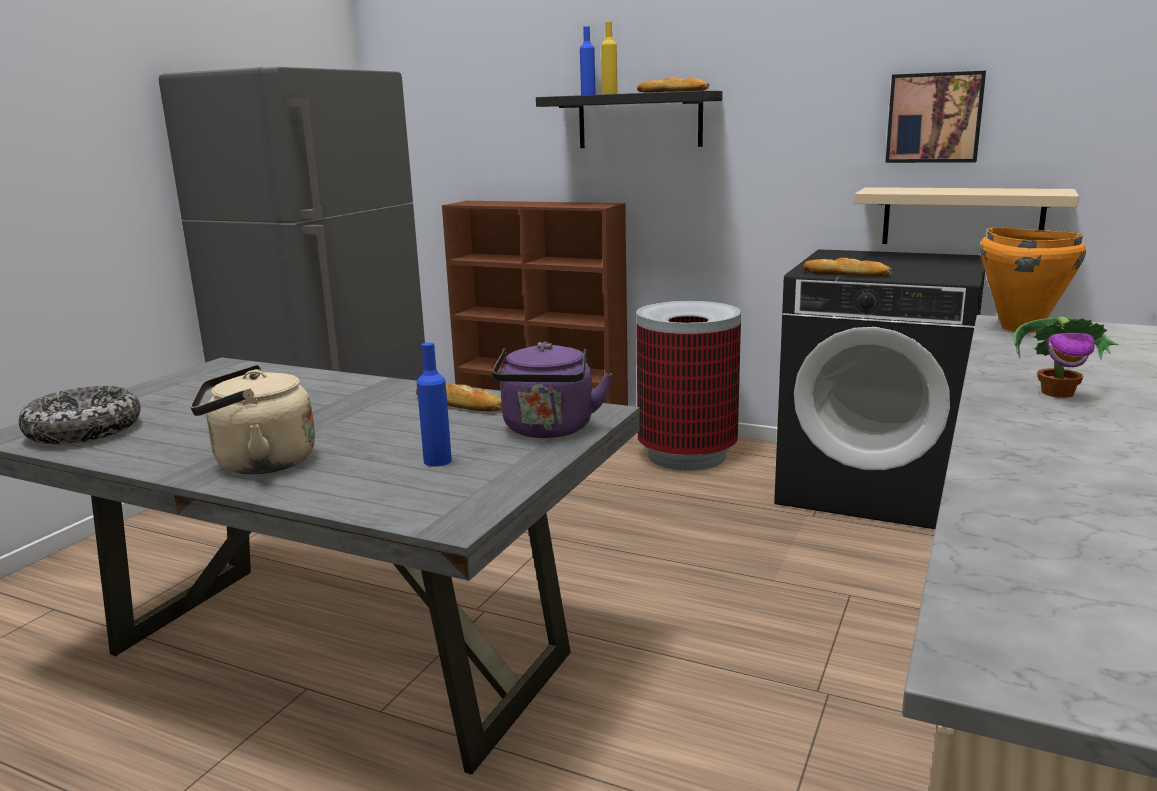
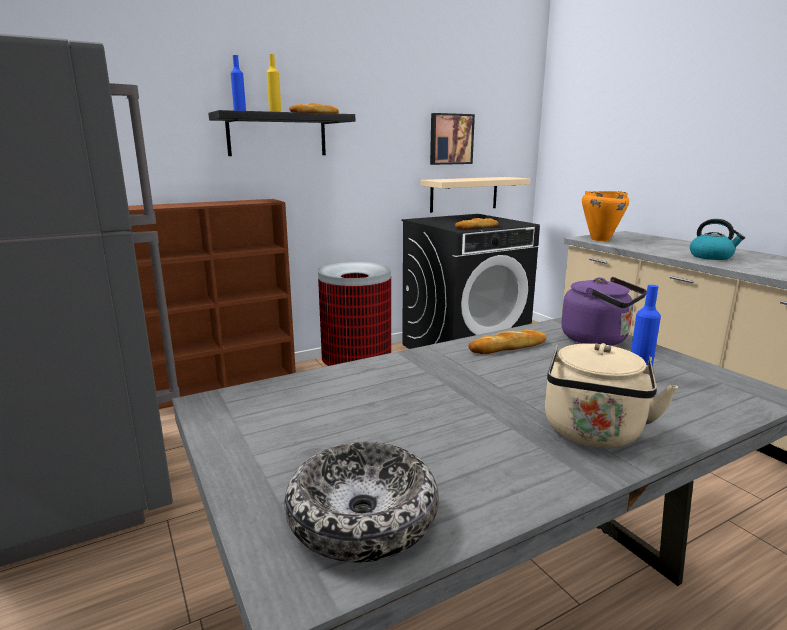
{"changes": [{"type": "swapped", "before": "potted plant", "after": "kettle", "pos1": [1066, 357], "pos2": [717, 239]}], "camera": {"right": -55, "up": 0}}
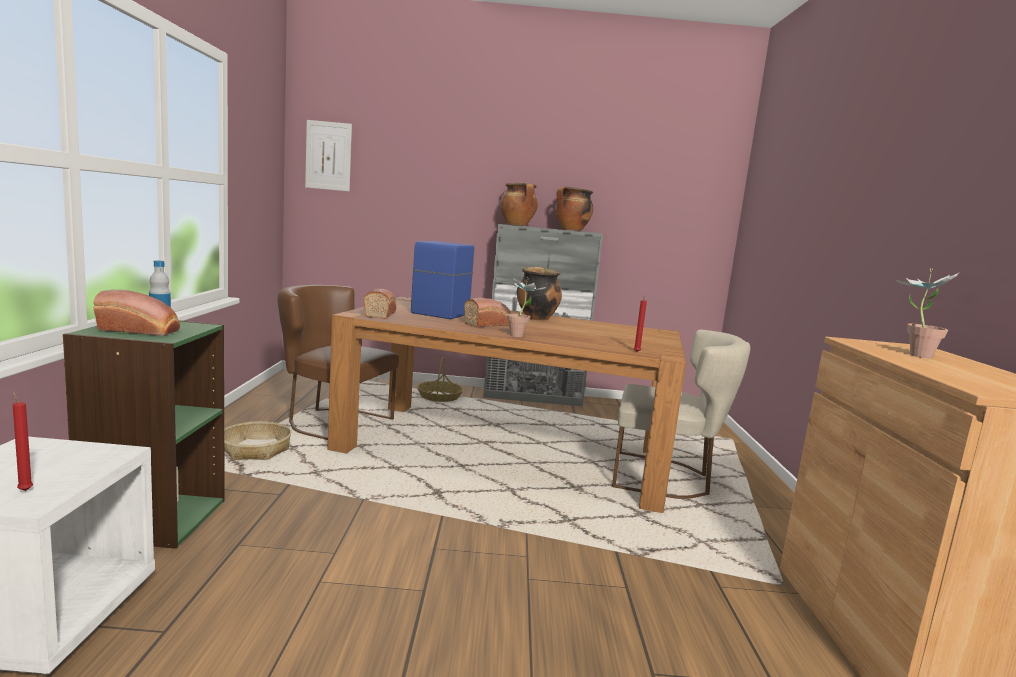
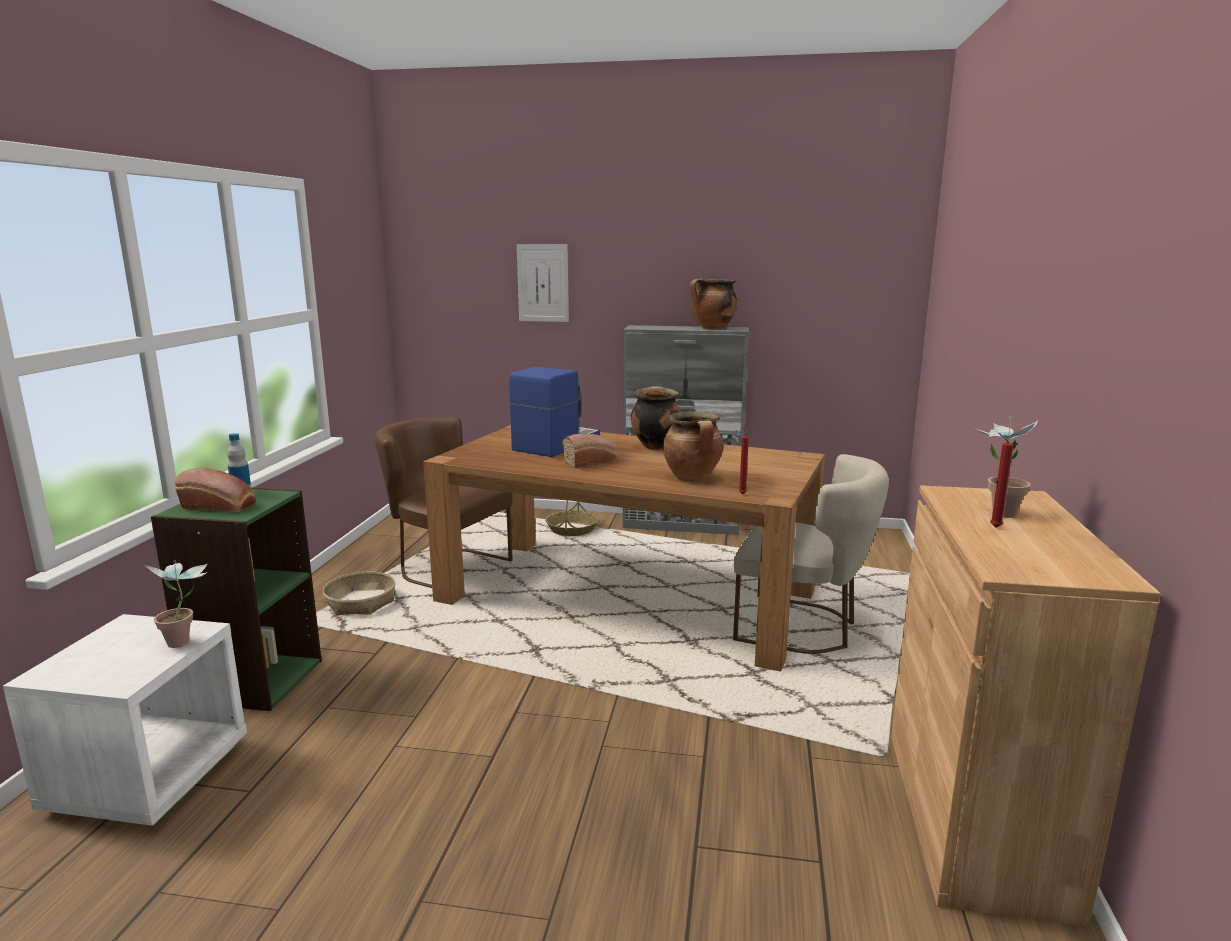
{"changes": [{"type": "shifted", "before": "picture", "pos1": [328, 155], "pos2": [543, 283]}, {"type": "shifted", "before": "cooking pot", "pos1": [519, 204], "pos2": [693, 446]}, {"type": "shifted", "before": "potted plant", "pos1": [526, 307], "pos2": [176, 604]}, {"type": "gone", "before": "bread", "pos1": [380, 304]}, {"type": "shifted", "before": "red candle", "pos1": [23, 441], "pos2": [1001, 480]}], "camera": {"right": 10, "up": 5}}
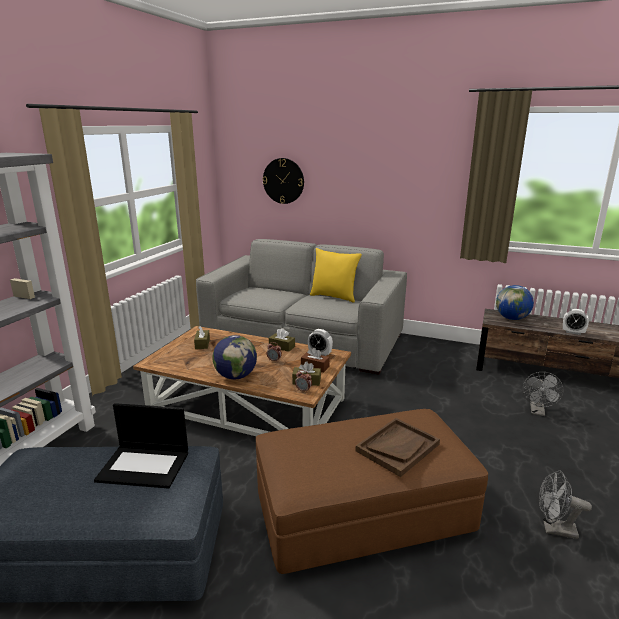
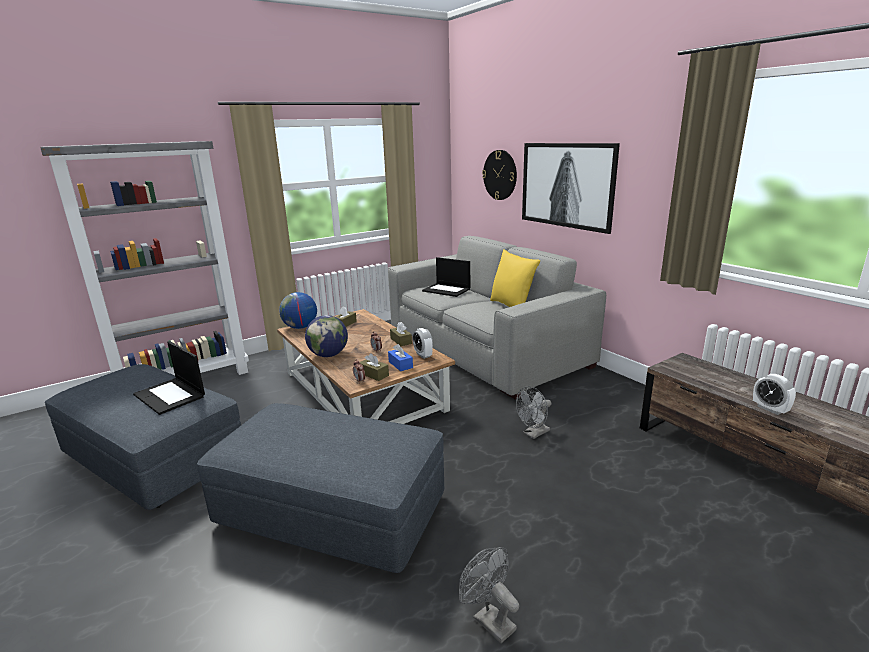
{"changes": [{"type": "shifted", "before": "globe", "pos1": [515, 302], "pos2": [298, 310]}, {"type": "repainted", "before": "brown tissue box", "after": "blue tissue box", "pos1": [315, 360], "pos2": [400, 357]}, {"type": "shifted", "before": "grey fan", "pos1": [543, 394], "pos2": [534, 412]}, {"type": "repainted", "before": "brown ottoman", "after": "grey ottoman", "pos1": [372, 491], "pos2": [320, 488]}, {"type": "gone", "before": "brown tray", "pos1": [398, 447]}, {"type": "new", "after": "picture", "pos2": [571, 188]}, {"type": "new", "after": "laptop", "pos2": [446, 277]}], "camera": {"right": 35, "up": 0}}
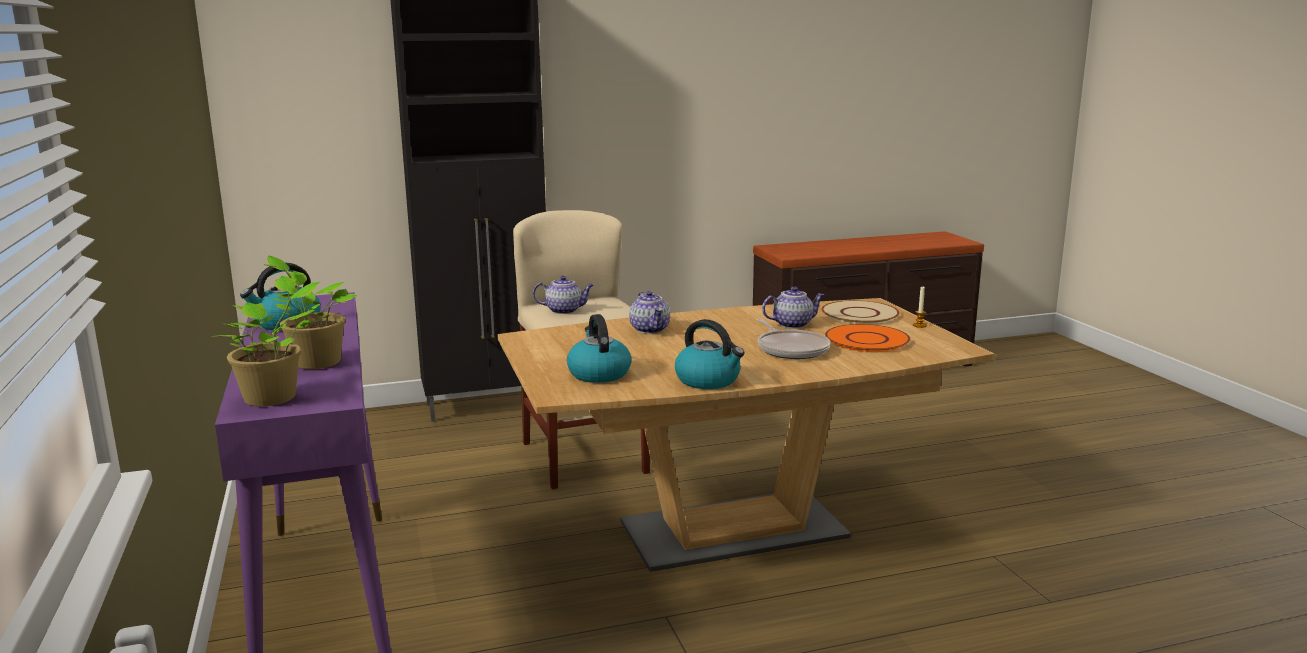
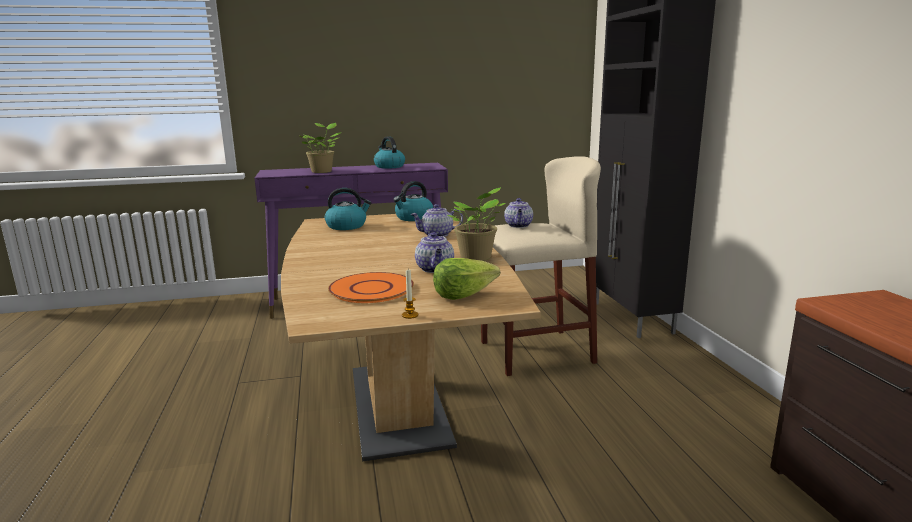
{"changes": [{"type": "shifted", "before": "potted plant", "pos1": [266, 341], "pos2": [477, 224]}, {"type": "swapped", "before": "beige plate", "after": "lettuce", "pos1": [860, 312], "pos2": [466, 279]}, {"type": "shifted", "before": "kettle", "pos1": [710, 354], "pos2": [413, 201]}, {"type": "gone", "before": "frying pan", "pos1": [794, 339]}], "camera": {"right": 95, "up": 0}}
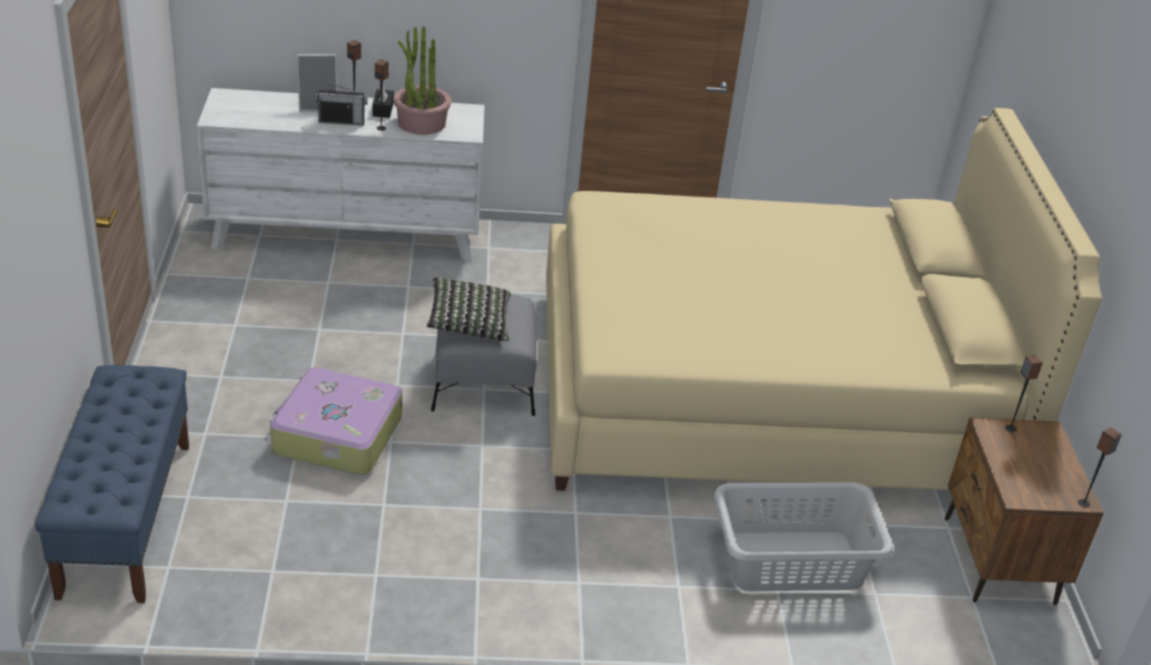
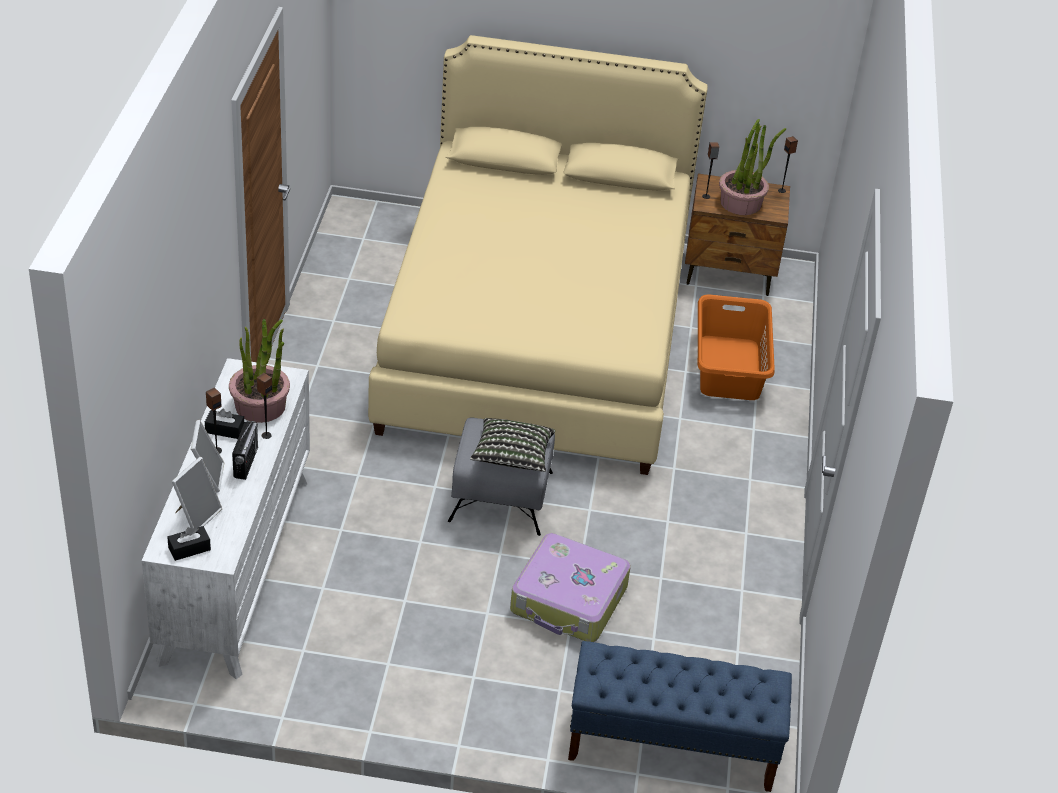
{"changes": [{"type": "repainted", "before": "grey laundry basket", "after": "orange laundry basket", "pos1": [803, 537], "pos2": [736, 347]}, {"type": "new", "after": "potted plant", "pos2": [752, 167]}, {"type": "new", "after": "picture frame", "pos2": [197, 493]}, {"type": "new", "after": "black tissue box", "pos2": [189, 543]}], "camera": {"right": -80, "up": 5}}
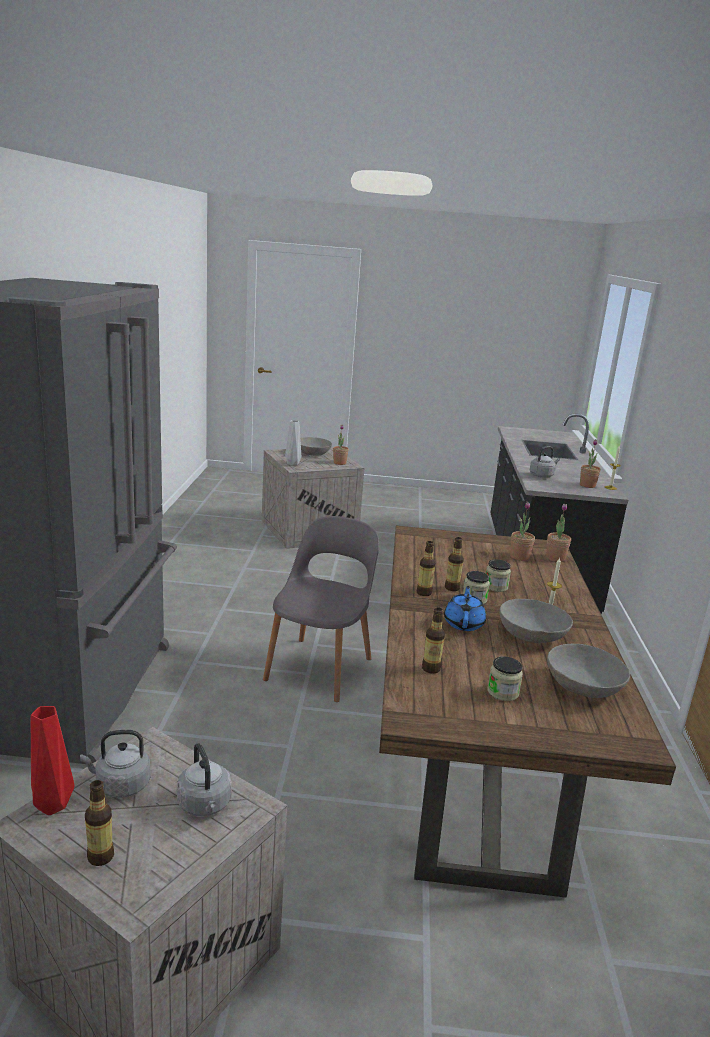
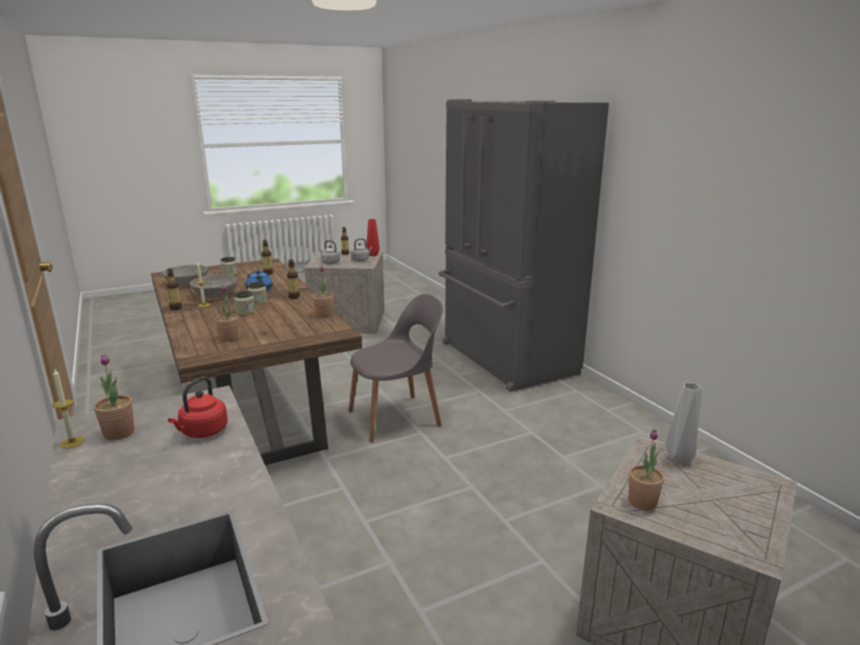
{"changes": [{"type": "gone", "before": "grey bowl", "pos1": [316, 446]}, {"type": "repainted", "before": "grey kettle", "after": "red kettle", "pos1": [545, 462], "pos2": [198, 407]}, {"type": "shifted", "before": "potted plant", "pos1": [558, 532], "pos2": [323, 291]}, {"type": "rotated", "before": "grey chair", "pos1": [321, 609], "pos2": [395, 368], "turn": -105}, {"type": "shifted", "before": "bottle", "pos1": [454, 564], "pos2": [174, 289]}], "camera": {"right": 150, "up": 0}}
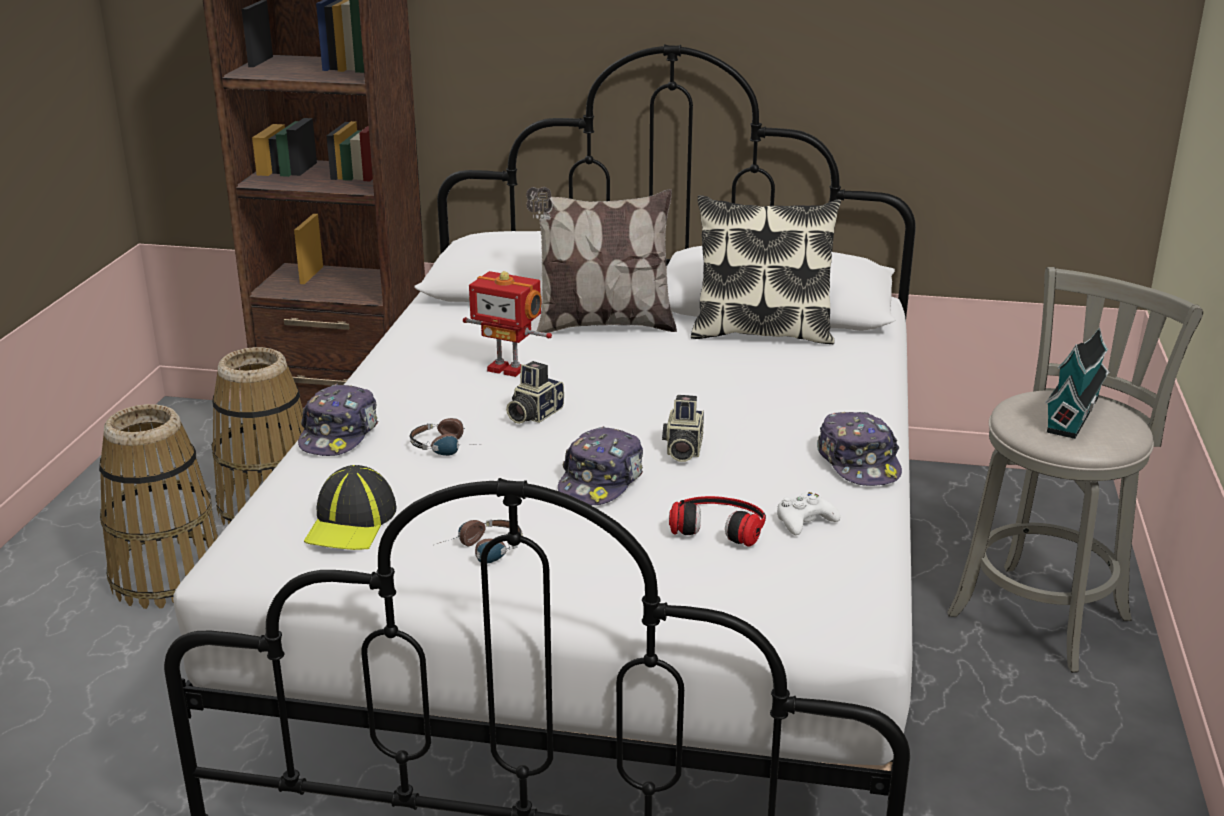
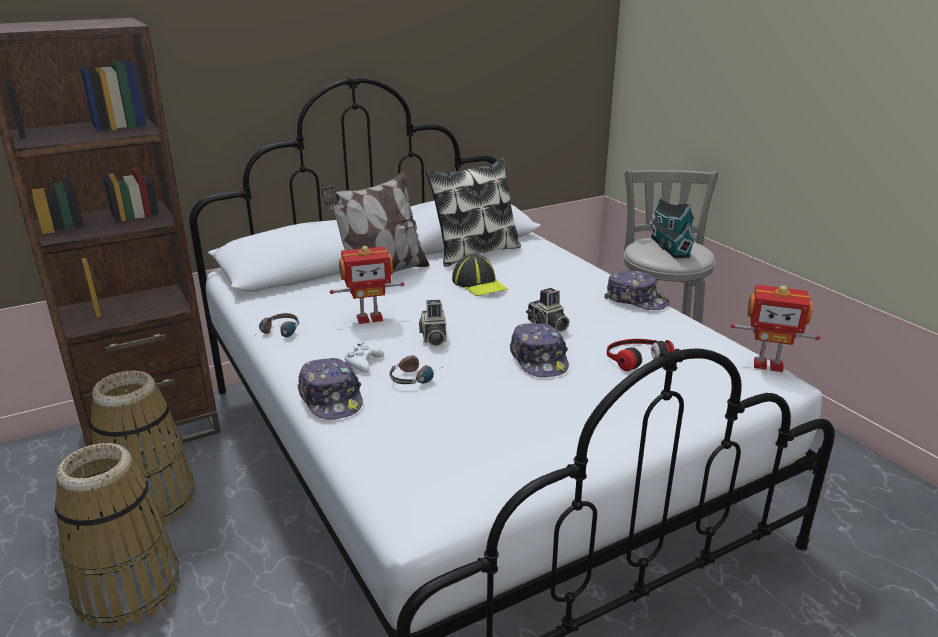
{"changes": [{"type": "shifted", "before": "cap", "pos1": [350, 507], "pos2": [480, 275]}, {"type": "shifted", "before": "white game controller", "pos1": [808, 513], "pos2": [364, 357]}, {"type": "shifted", "before": "headphones", "pos1": [480, 541], "pos2": [278, 325]}, {"type": "new", "after": "toy robot", "pos2": [775, 328]}], "camera": {"right": -40, "up": 0}}
